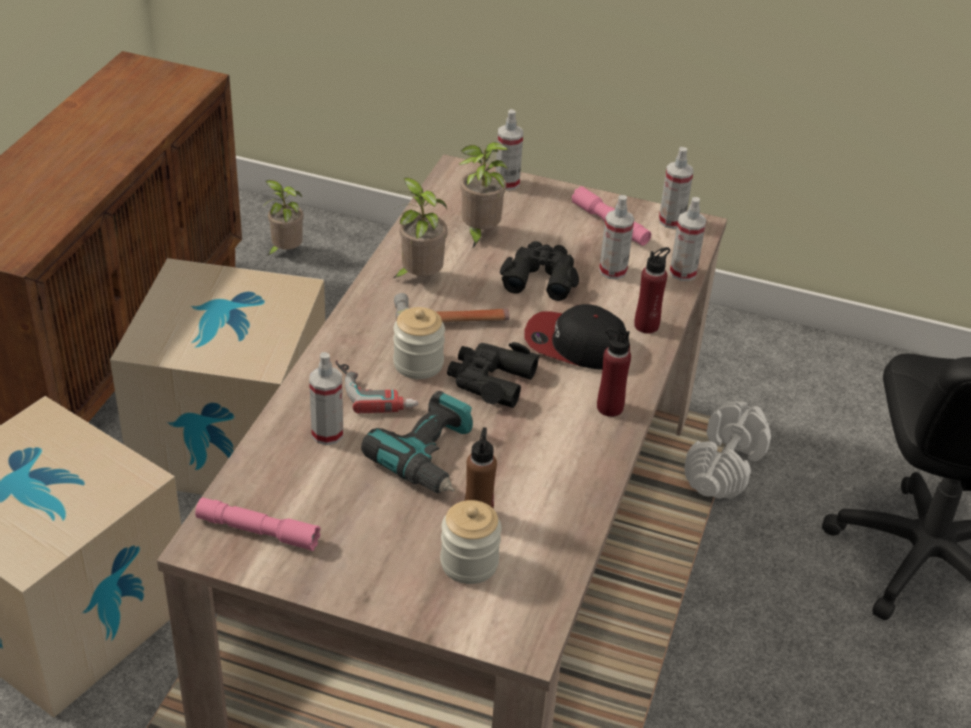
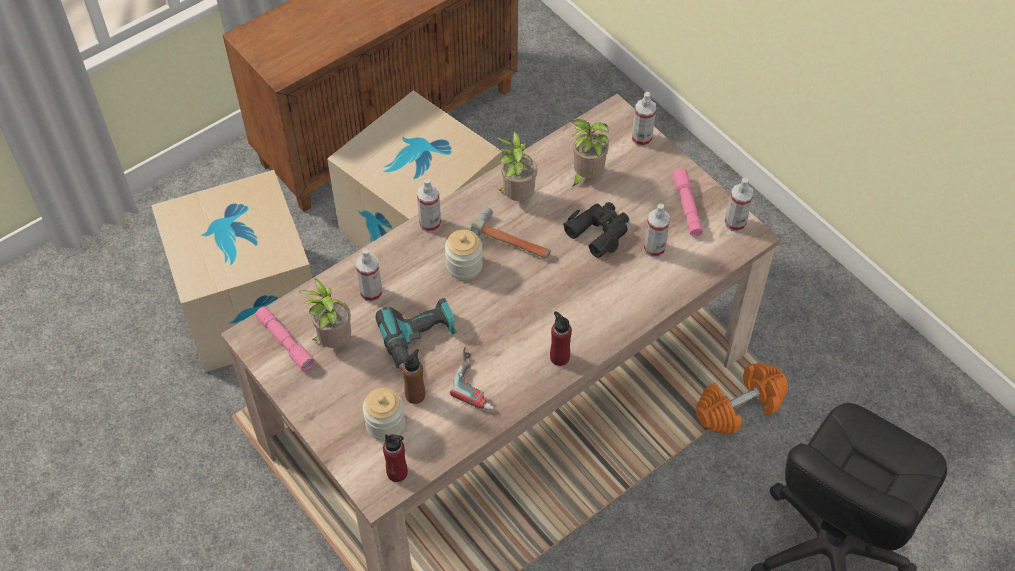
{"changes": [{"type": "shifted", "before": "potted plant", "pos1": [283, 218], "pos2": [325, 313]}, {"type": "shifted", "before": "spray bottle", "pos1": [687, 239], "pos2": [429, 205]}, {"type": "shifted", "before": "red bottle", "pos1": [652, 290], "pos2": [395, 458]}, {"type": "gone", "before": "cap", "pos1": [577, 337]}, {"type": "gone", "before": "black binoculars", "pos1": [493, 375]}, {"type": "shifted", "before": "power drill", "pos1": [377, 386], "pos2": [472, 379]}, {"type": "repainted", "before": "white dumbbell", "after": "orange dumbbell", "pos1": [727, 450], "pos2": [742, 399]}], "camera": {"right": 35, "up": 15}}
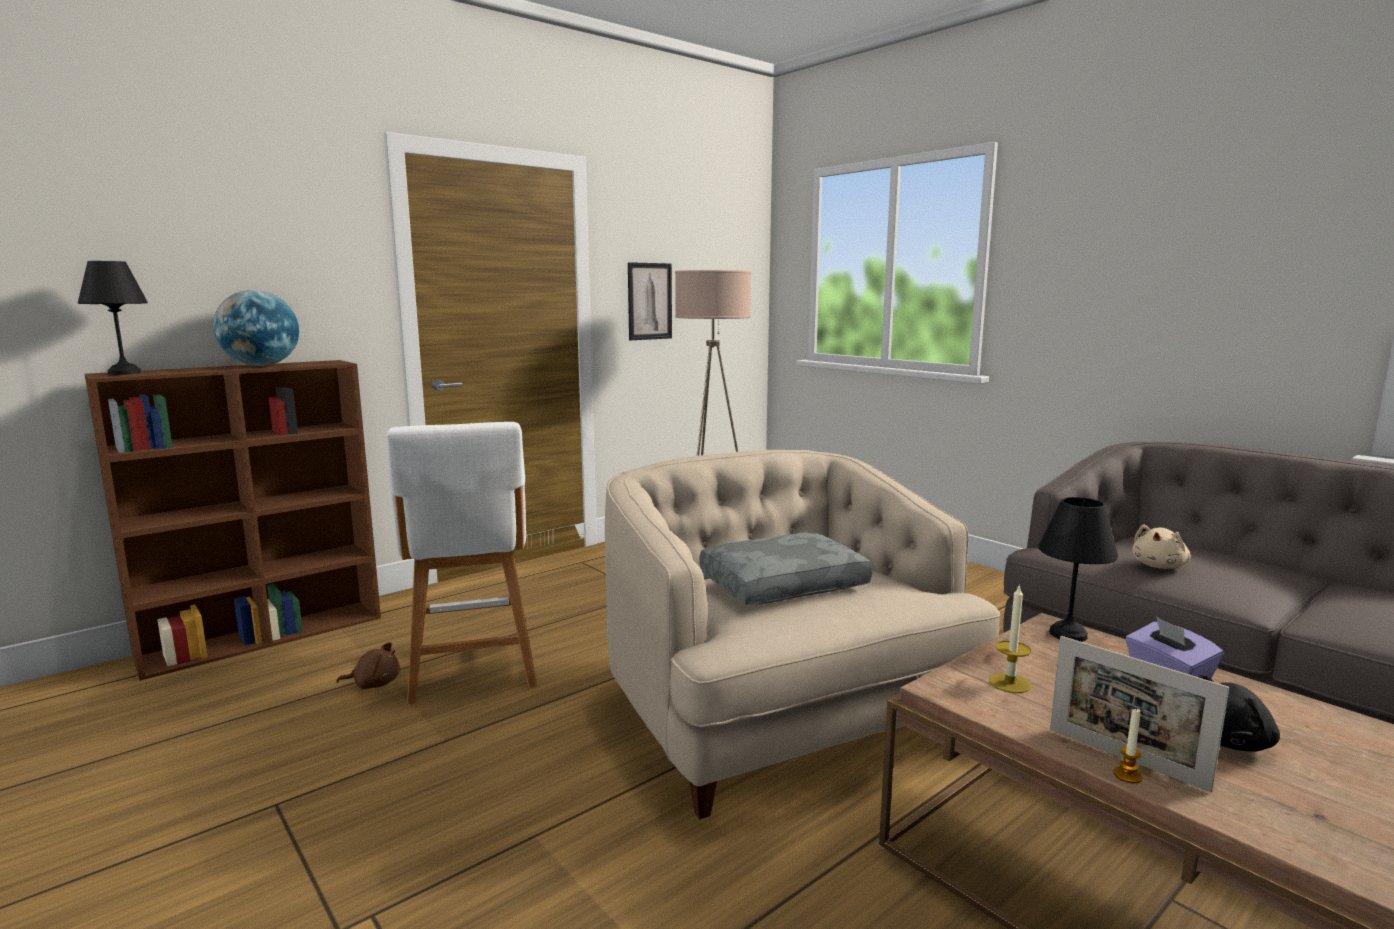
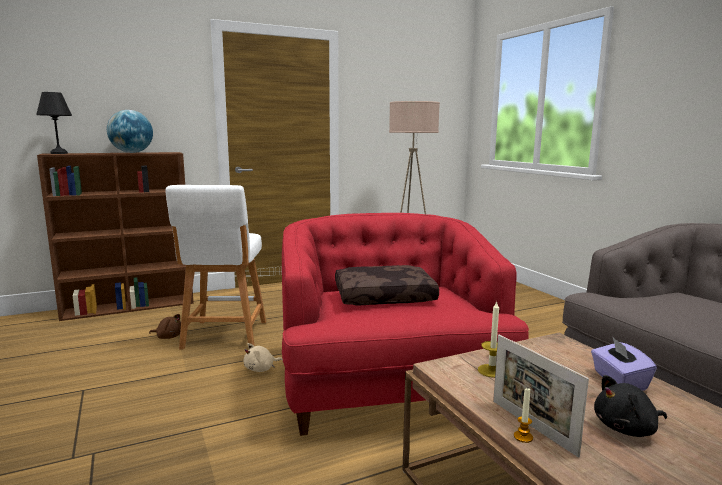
{"changes": [{"type": "gone", "before": "picture", "pos1": [650, 301]}, {"type": "repainted", "before": "beige armchair", "after": "red armchair", "pos1": [802, 634], "pos2": [405, 324]}, {"type": "gone", "before": "black table lamp", "pos1": [1078, 569]}, {"type": "shifted", "before": "beige plush toy", "pos1": [1161, 546], "pos2": [263, 357]}, {"type": "repainted", "before": "grey pillow", "after": "brown pillow", "pos1": [786, 568], "pos2": [387, 285]}], "camera": {"right": 15, "up": 0}}
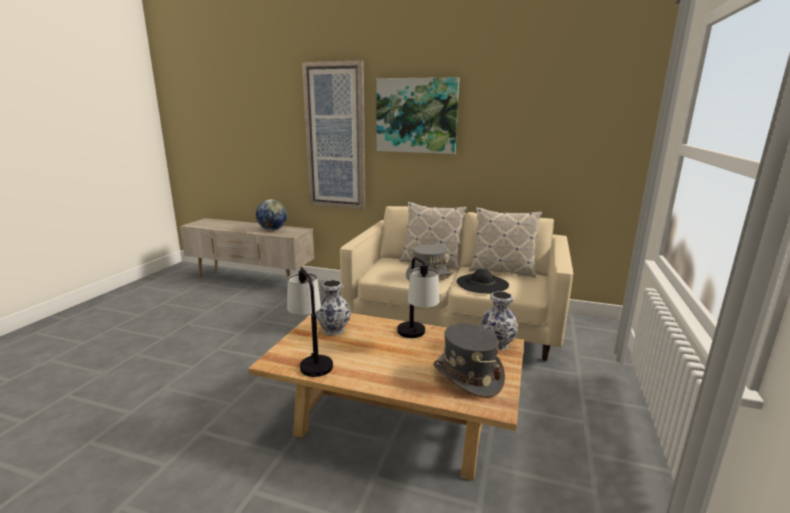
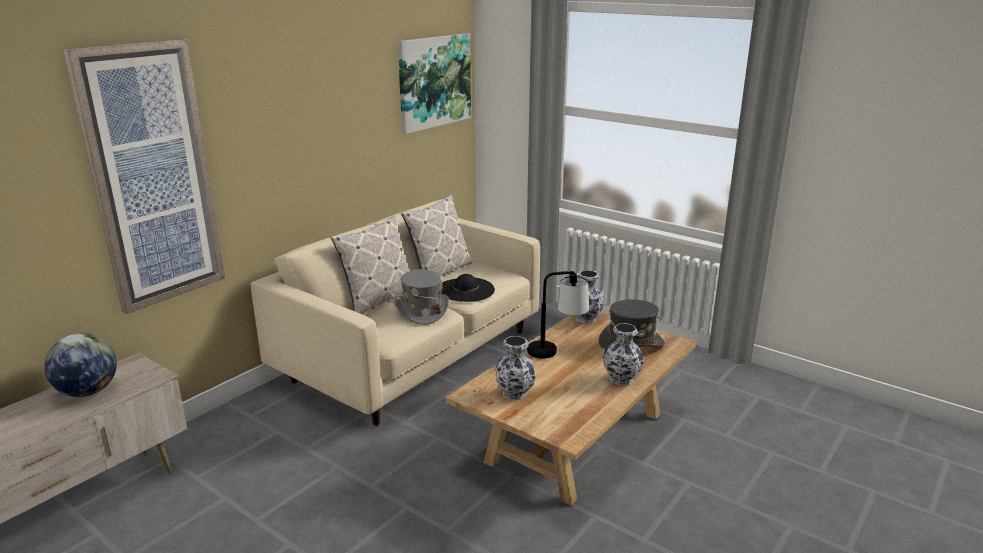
{"changes": [{"type": "shifted", "before": "picture", "pos1": [417, 115], "pos2": [434, 83]}, {"type": "gone", "before": "table lamp", "pos1": [310, 322]}, {"type": "new", "after": "vase", "pos2": [623, 354]}], "camera": {"right": -70, "up": 5}}
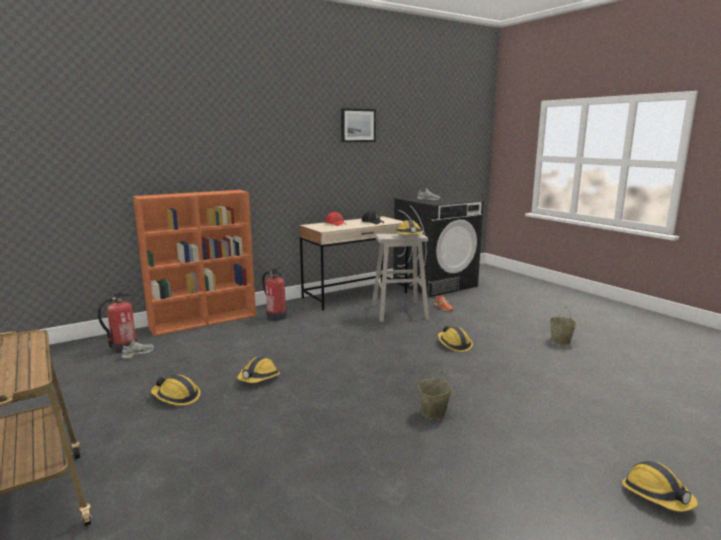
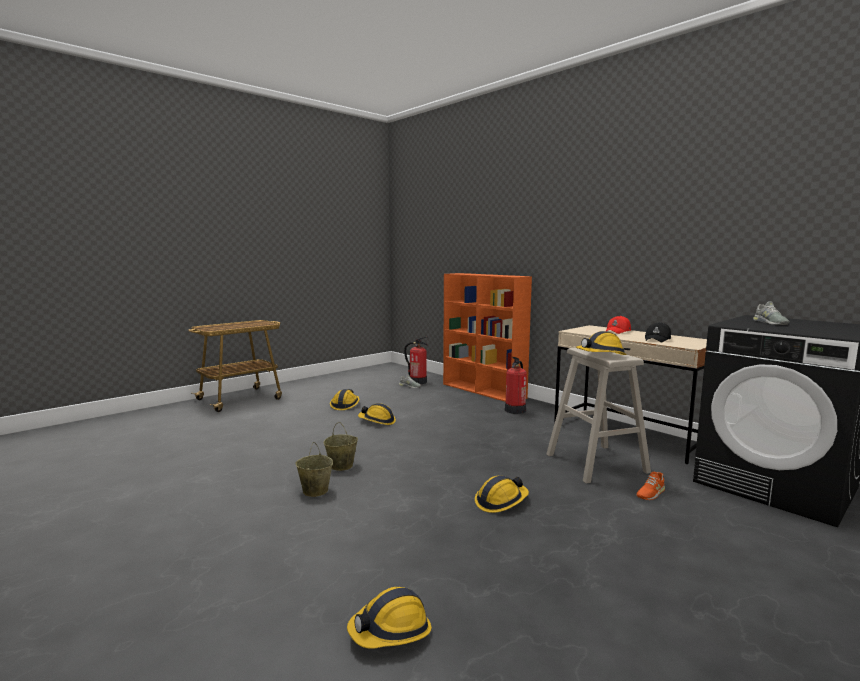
{"changes": [{"type": "gone", "before": "picture", "pos1": [358, 125]}, {"type": "shifted", "before": "beige bucket", "pos1": [563, 326], "pos2": [341, 446]}, {"type": "shifted", "before": "hard hat", "pos1": [660, 486], "pos2": [389, 618]}], "camera": {"right": 80, "up": -5}}
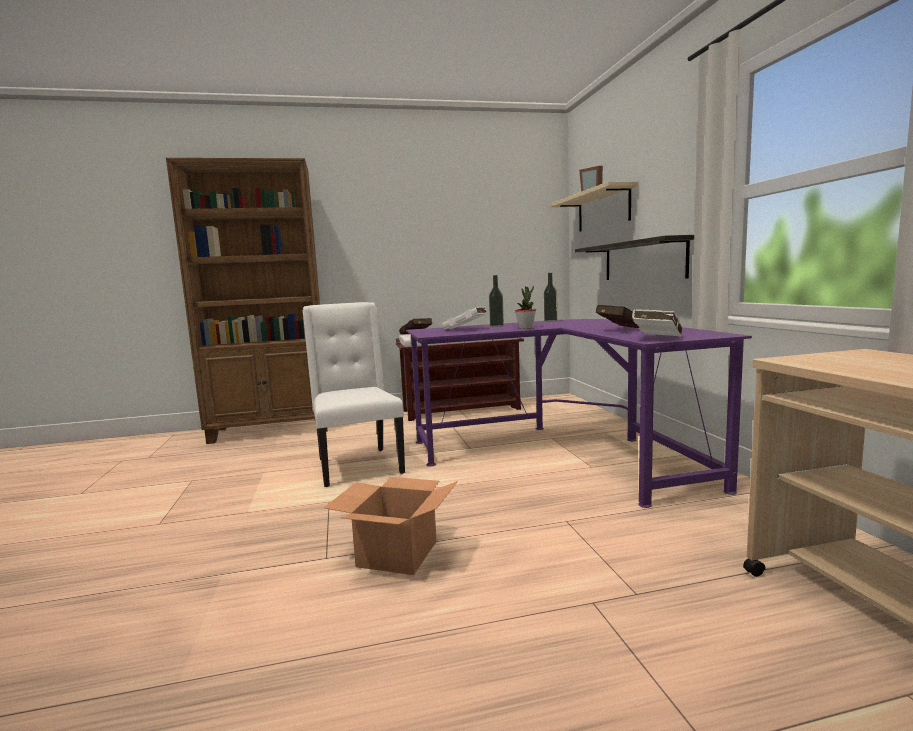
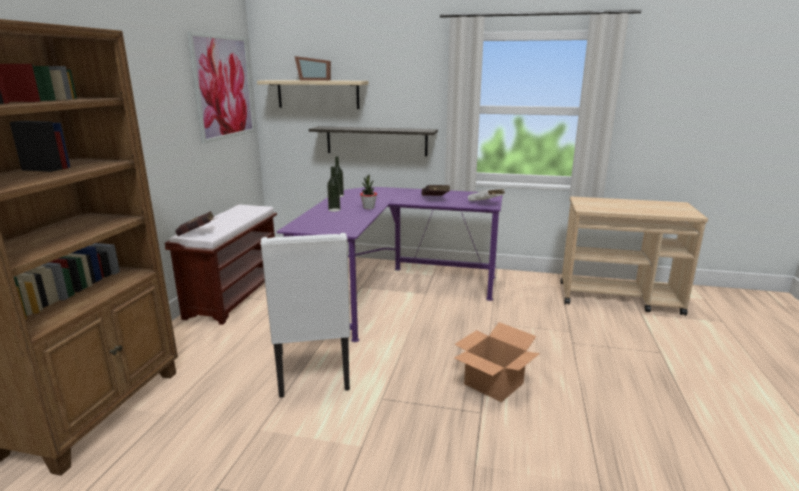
{"changes": [{"type": "rotated", "before": "white chair", "pos1": [354, 394], "pos2": [305, 315], "turn": -105}, {"type": "gone", "before": "white book", "pos1": [464, 317]}, {"type": "new", "after": "picture", "pos2": [221, 87]}], "camera": {"right": -65, "up": 10}}
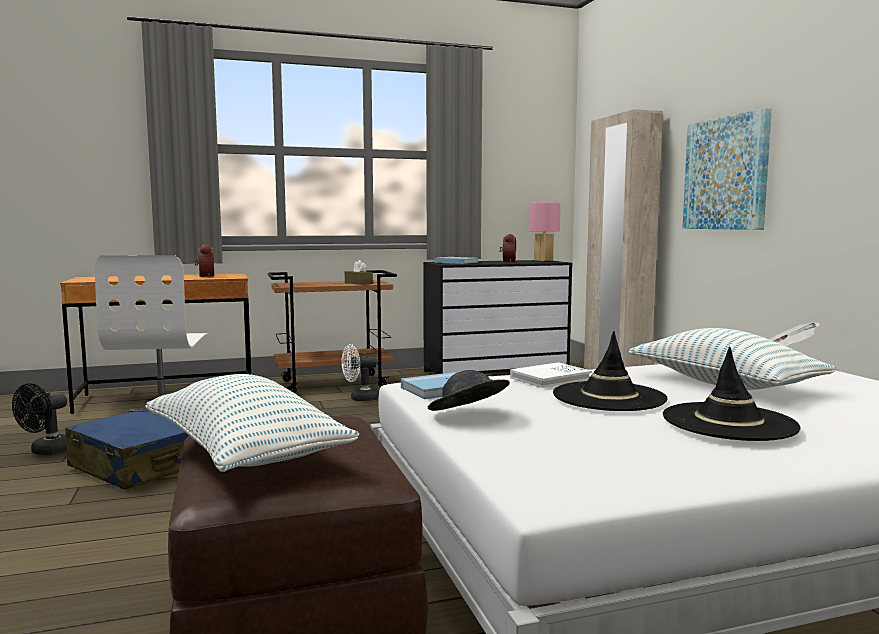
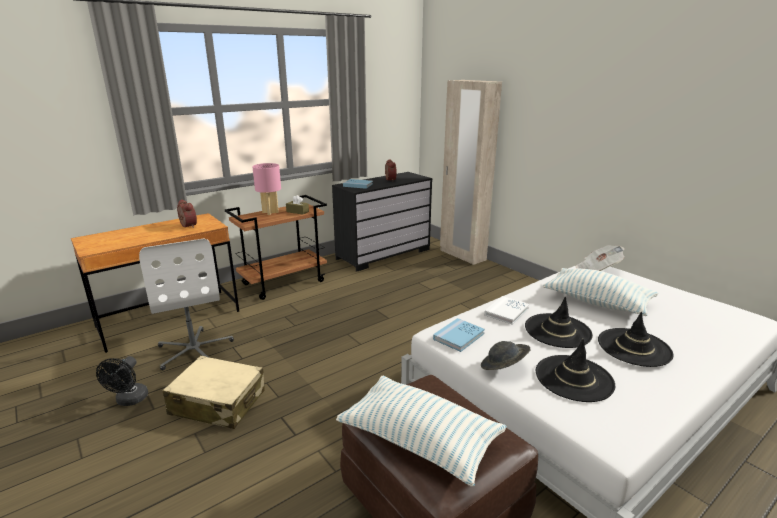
{"changes": [{"type": "gone", "before": "picture", "pos1": [727, 169]}, {"type": "shifted", "before": "pink table lamp", "pos1": [545, 231], "pos2": [266, 189]}, {"type": "gone", "before": "white fan", "pos1": [360, 372]}, {"type": "repainted", "before": "blue suitcase", "after": "beige suitcase", "pos1": [127, 449], "pos2": [214, 392]}, {"type": "new", "after": "black hat", "pos2": [575, 370]}], "camera": {"right": -20, "up": 15}}
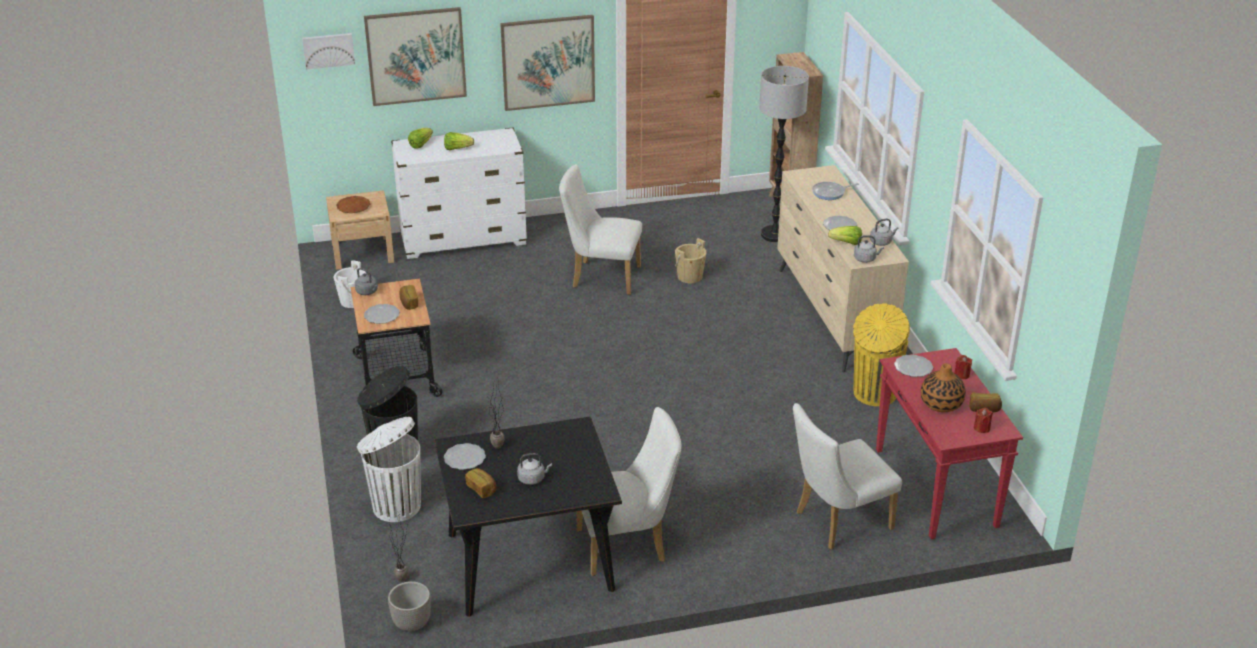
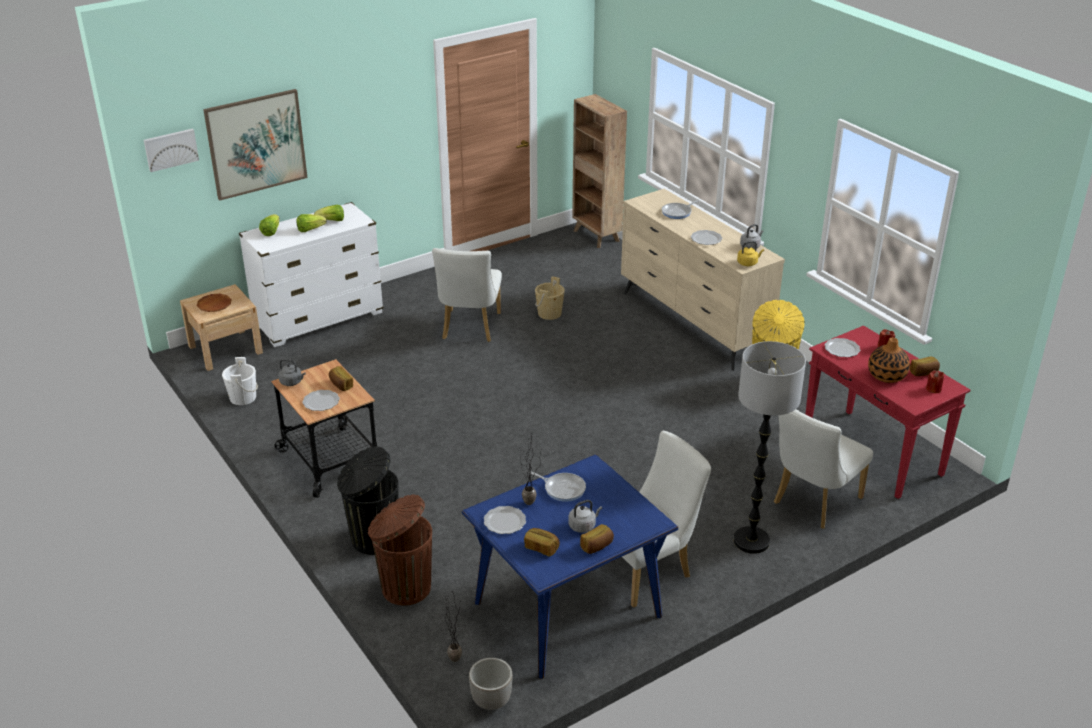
{"changes": [{"type": "gone", "before": "picture", "pos1": [547, 63]}, {"type": "shifted", "before": "floor lamp", "pos1": [784, 154], "pos2": [770, 447]}, {"type": "rotated", "before": "white chair", "pos1": [600, 229], "pos2": [467, 295], "turn": -75}, {"type": "shifted", "before": "lettuce", "pos1": [845, 235], "pos2": [329, 213]}, {"type": "repainted", "before": "grey kettle", "after": "yellow kettle", "pos1": [869, 249], "pos2": [750, 253]}, {"type": "repainted", "before": "black dining table", "after": "blue dining table", "pos1": [528, 516], "pos2": [570, 566]}, {"type": "repainted", "before": "white trash can", "after": "brown trash can", "pos1": [389, 469], "pos2": [400, 550]}, {"type": "new", "after": "frying pan", "pos2": [558, 486]}, {"type": "new", "after": "bread", "pos2": [597, 539]}], "camera": {"right": -20, "up": 0}}
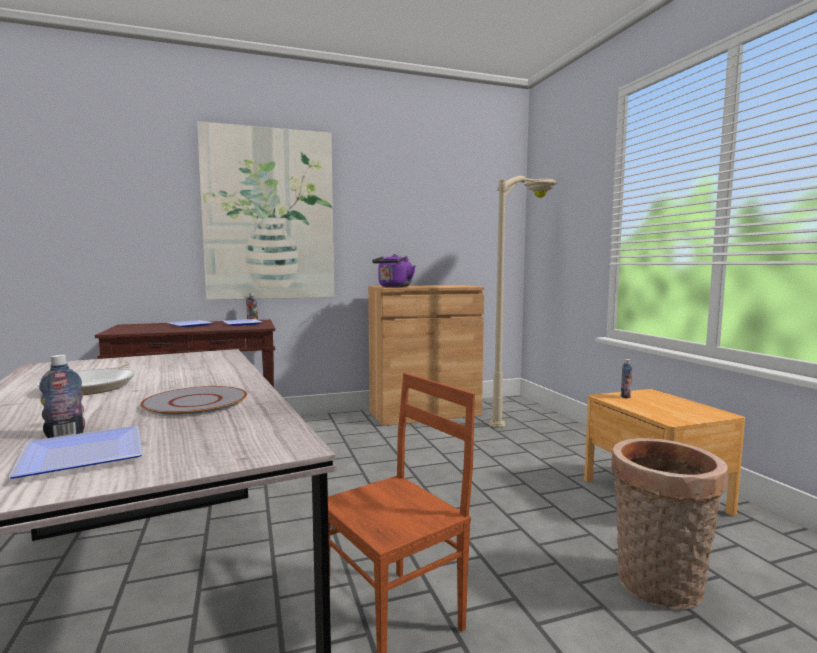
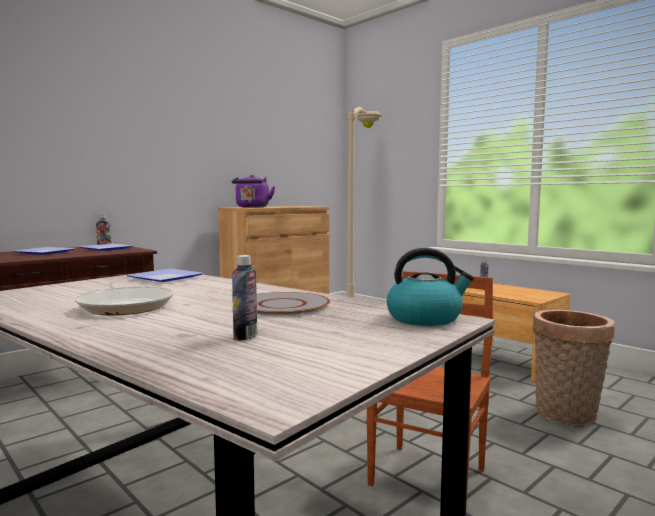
{"changes": [{"type": "gone", "before": "picture", "pos1": [265, 210]}, {"type": "shifted", "before": "plate", "pos1": [75, 452], "pos2": [165, 275]}, {"type": "new", "after": "kettle", "pos2": [430, 287]}], "camera": {"right": -25, "up": 0}}
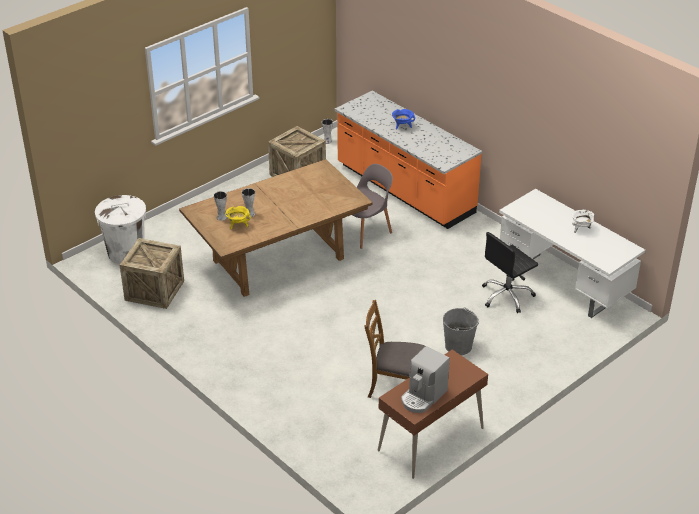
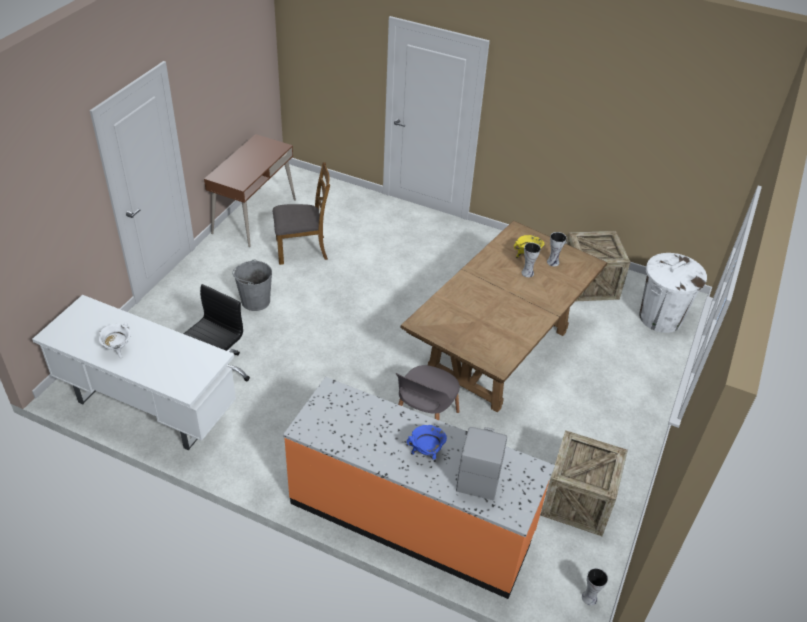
{"changes": [{"type": "shifted", "before": "coffee machine", "pos1": [425, 379], "pos2": [481, 463]}], "camera": {"right": 155, "up": 5}}
